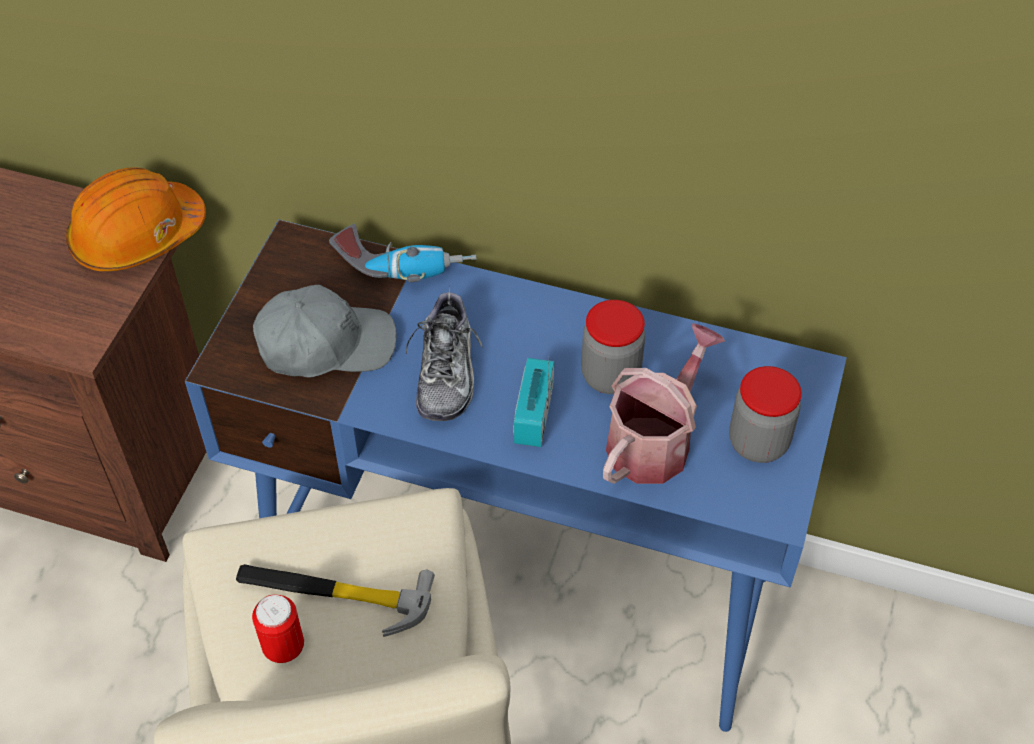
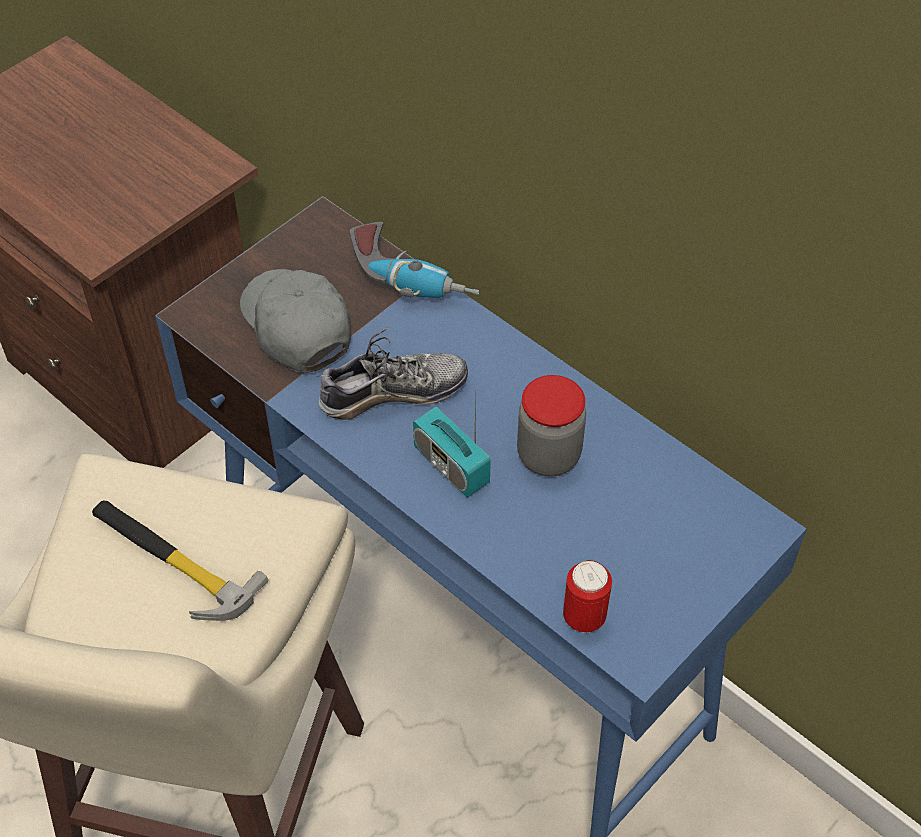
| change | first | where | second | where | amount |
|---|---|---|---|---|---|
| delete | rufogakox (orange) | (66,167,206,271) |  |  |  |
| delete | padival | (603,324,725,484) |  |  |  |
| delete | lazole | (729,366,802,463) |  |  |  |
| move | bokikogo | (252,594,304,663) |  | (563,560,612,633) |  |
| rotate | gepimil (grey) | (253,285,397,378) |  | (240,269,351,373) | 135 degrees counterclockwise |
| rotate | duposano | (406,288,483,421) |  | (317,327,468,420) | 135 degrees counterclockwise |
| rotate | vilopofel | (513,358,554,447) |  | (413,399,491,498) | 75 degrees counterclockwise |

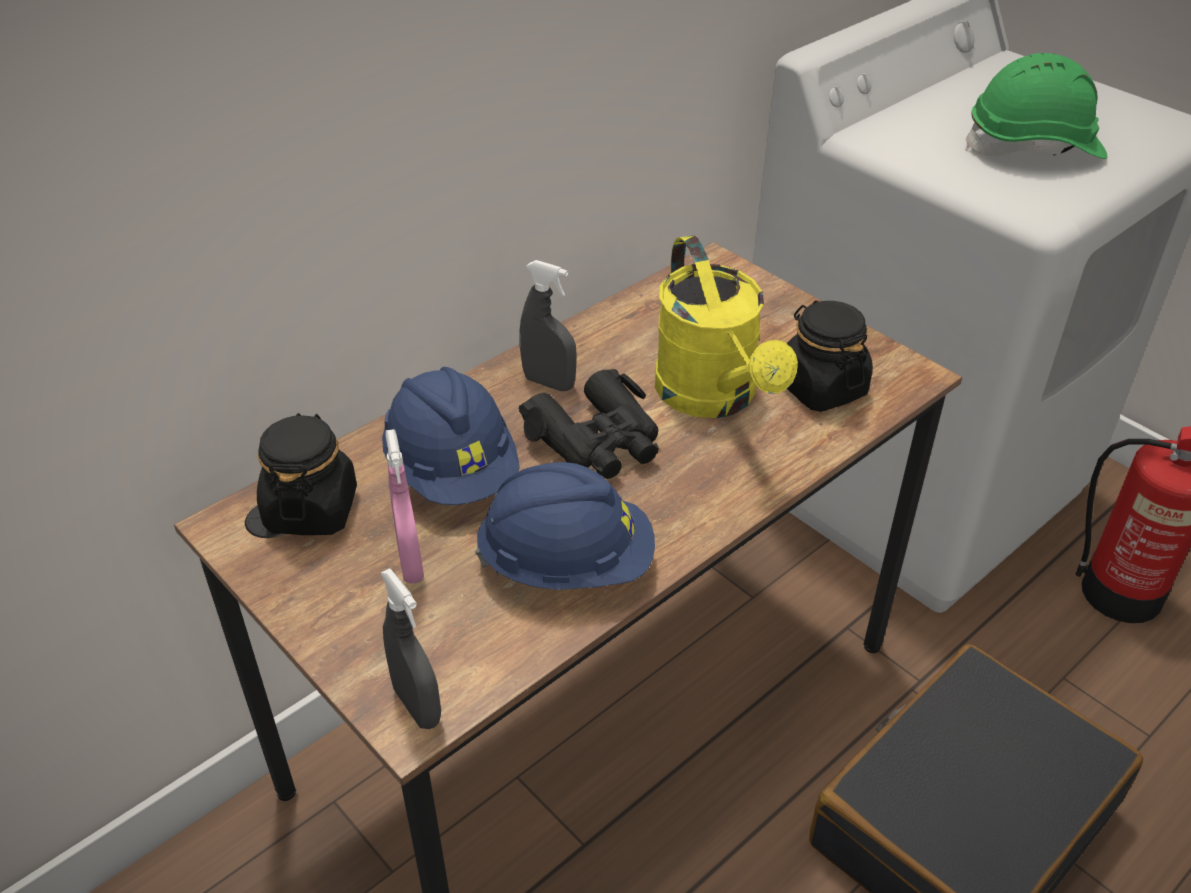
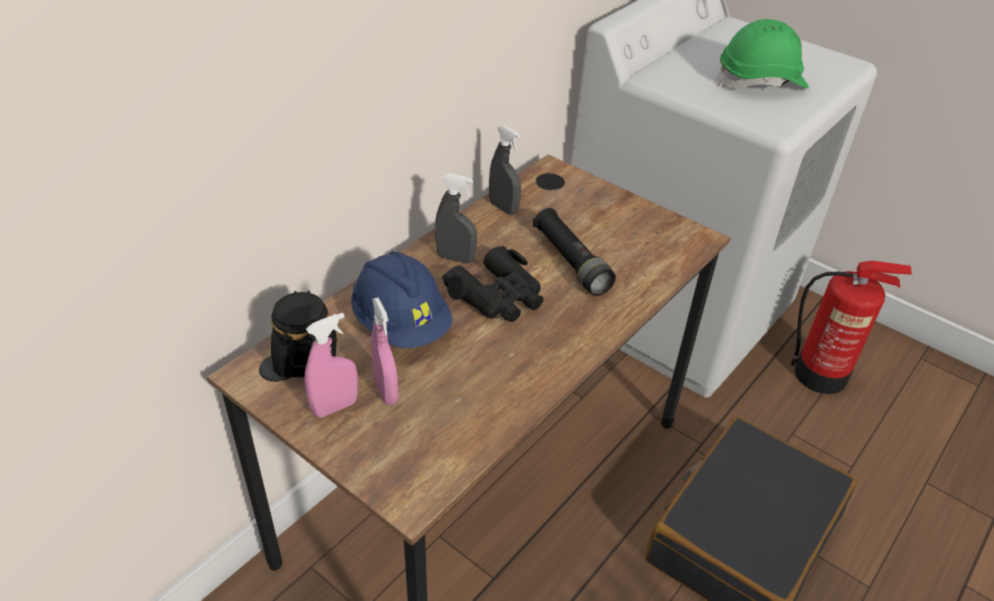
| change | first | where | second | where | amount |
|---|---|---|---|---|---|
| delete | rufogakox (blue) | (475,462,655,590) |  |  |  |
| delete | lazole (black) | (787,300,873,412) |  |  |  |
| insert |  |  | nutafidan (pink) | (304,313,358,418) |  |
| move | nutafidan (grey) | (381,568,441,729) |  | (489,125,521,215) |  |
| replace | padival (yellow) | (655,235,798,418) | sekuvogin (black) | (533,208,616,296) |  |

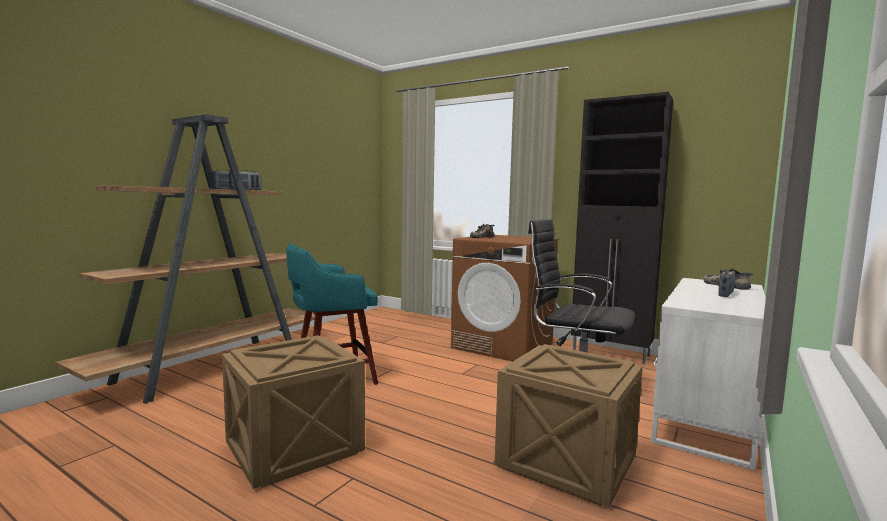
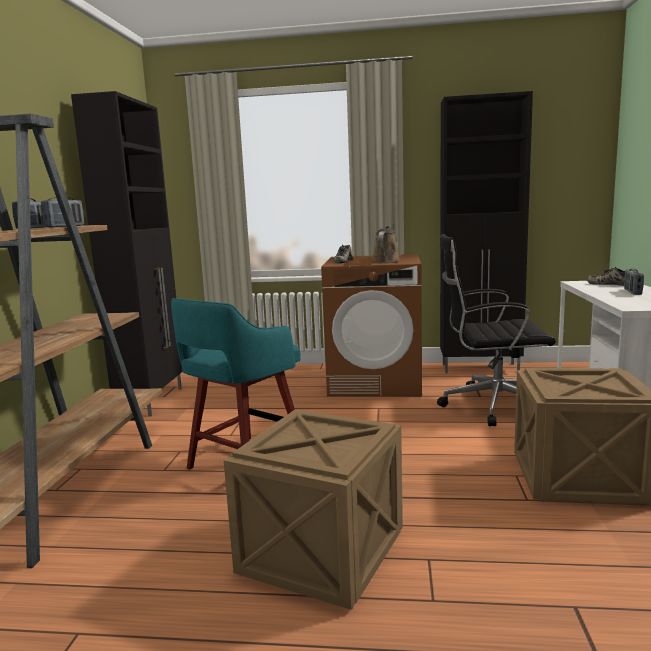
| change | first | where | second | where | amount |
|---|---|---|---|---|---|
| insert |  |  | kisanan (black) | (71,91,183,417) |  |
| insert |  |  | padival (brown) | (371,222,400,263) |  |

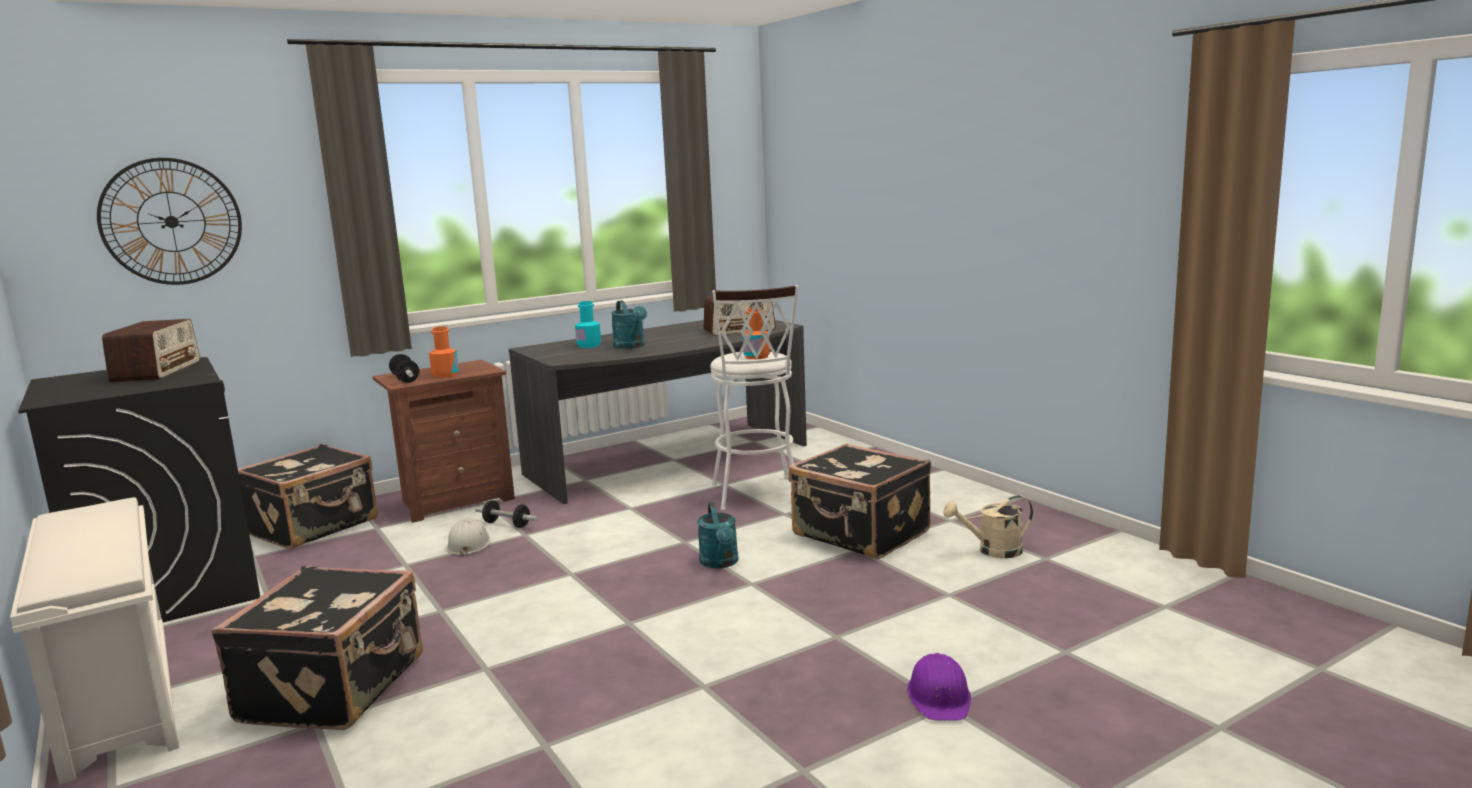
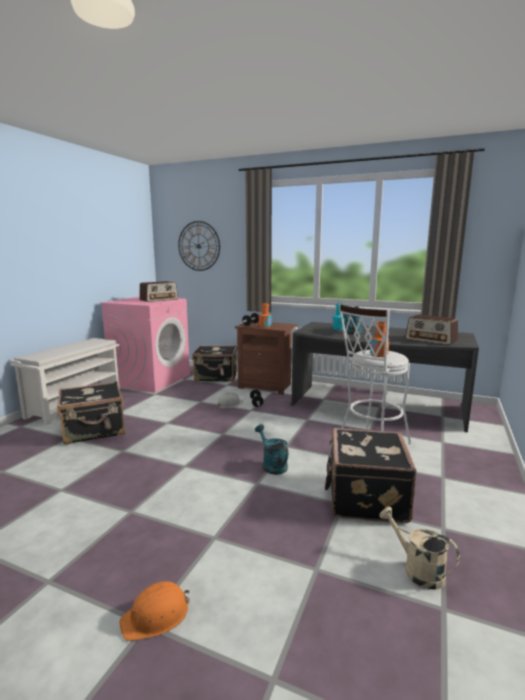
| change | first | where | second | where | amount |
|---|---|---|---|---|---|
| recolor | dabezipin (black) | (18,357,260,622) | dabezipin (pink) | (100,297,190,393) |  |
| recolor | rufogakox (purple) | (907,653,971,721) | rufogakox (orange) | (119,581,190,641) |  |
| rotate | padival (turquoise) | (697,502,739,568) |  | (255,424,288,475) | 105 degrees clockwise |

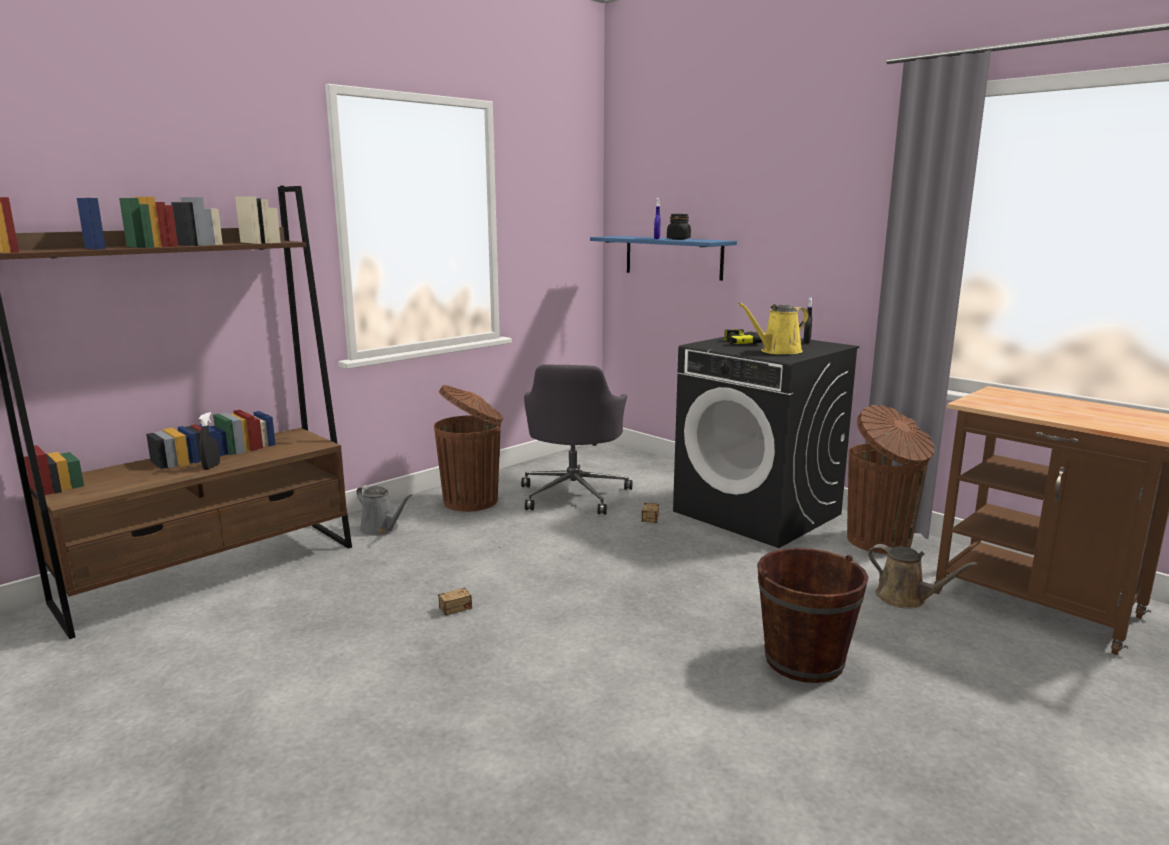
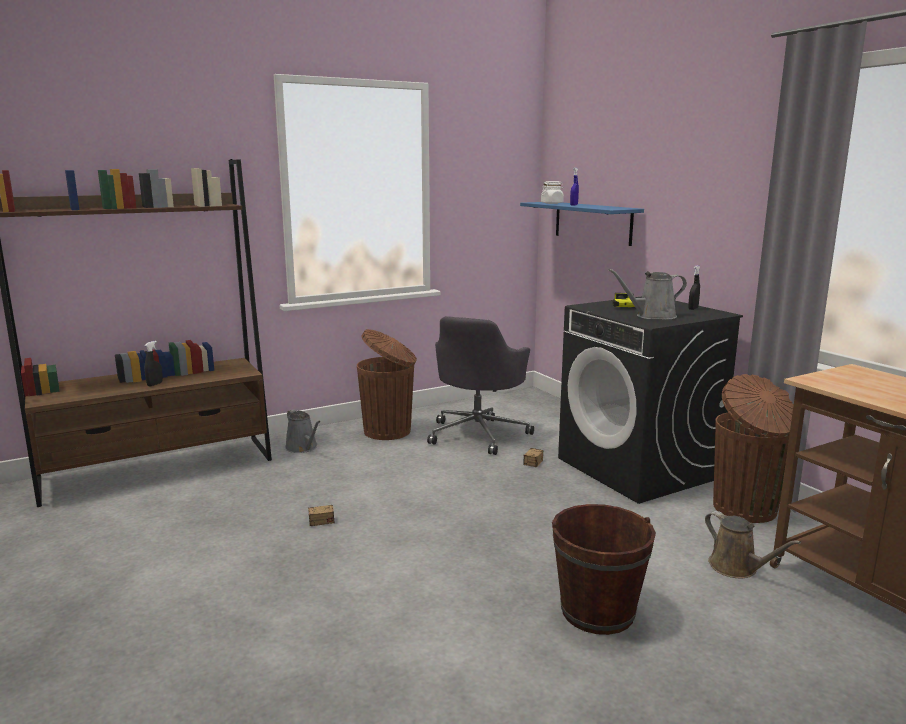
| change | first | where | second | where | amount |
|---|---|---|---|---|---|
| delete | lazole (black) | (667,214,691,240) |  |  |  |
| insert |  |  | lazole (white) | (541,181,564,204) |  |
| recolor | padival (yellow) | (738,303,809,354) | padival (grey) | (608,269,687,320) |  |

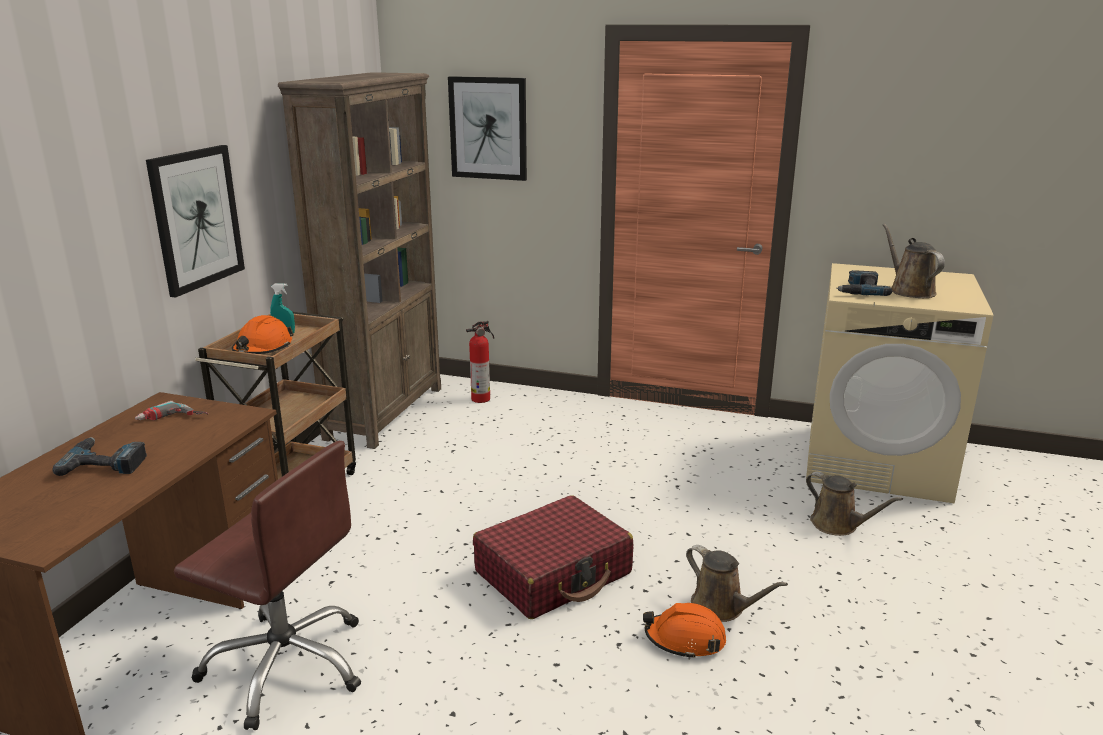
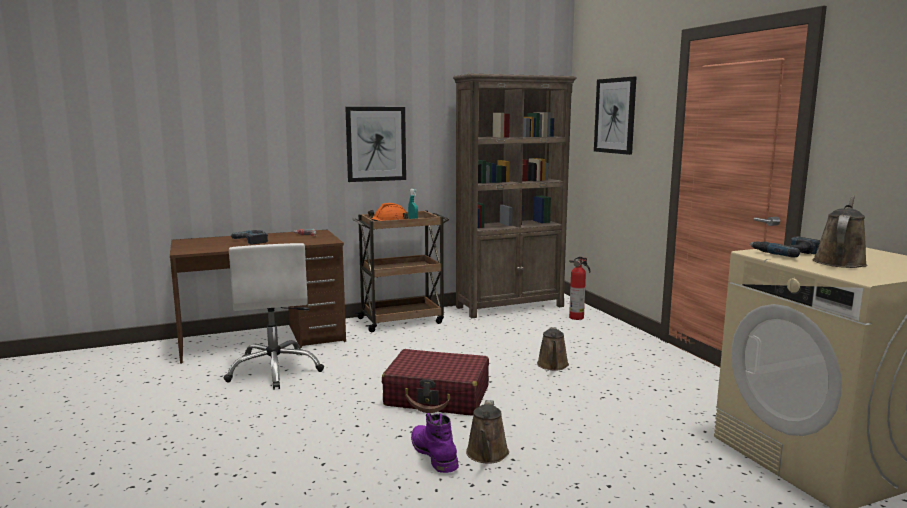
| change | first | where | second | where | amount |
|---|---|---|---|---|---|
| move | padival (brown) | (806,472,903,536) |  | (537,327,569,371) |  |
| replace | rufogakox (orange) | (643,603,726,659) | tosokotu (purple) | (411,413,459,473) |  |
| recolor | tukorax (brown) | (174,441,361,730) | tukorax (white) | (224,243,324,390) |  |

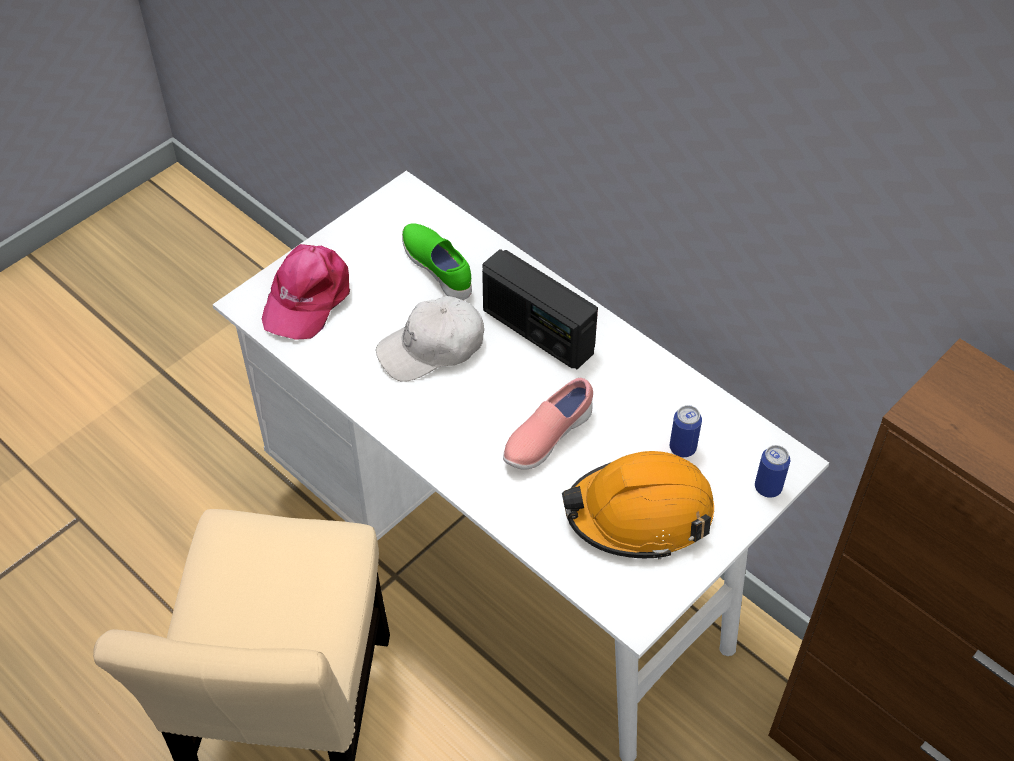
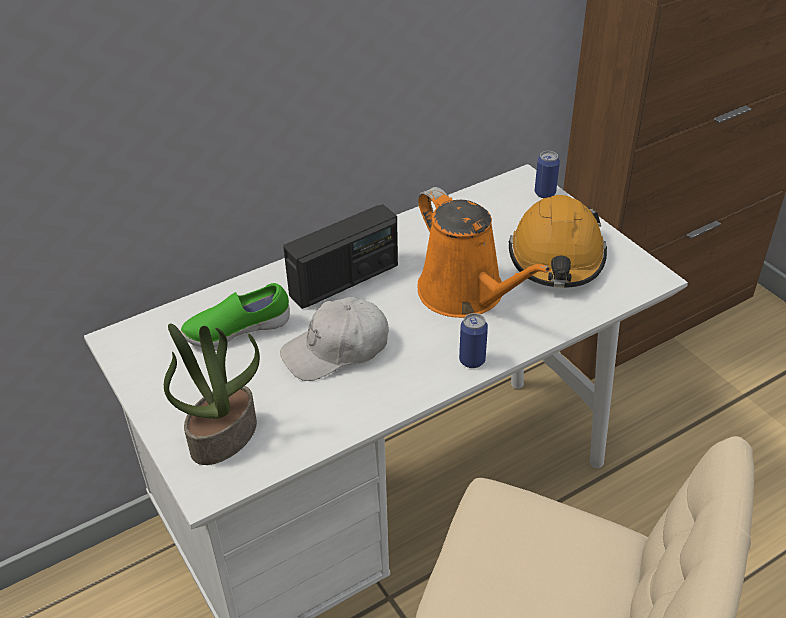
| change | first | where | second | where | amount |
|---|---|---|---|---|---|
| move | bokikogo | (670,405,702,457) |  | (459,313,488,368) |  |
| replace | gepimil (pink) | (262,244,350,340) | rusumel | (164,324,260,465) |  |
| replace | duposano (pink) | (503,378,593,470) | padival (orange) | (417,187,551,318) |  |
| rotate | gepimil (white) | (376,296,484,382) |  | (280,297,389,381) | 75 degrees clockwise |

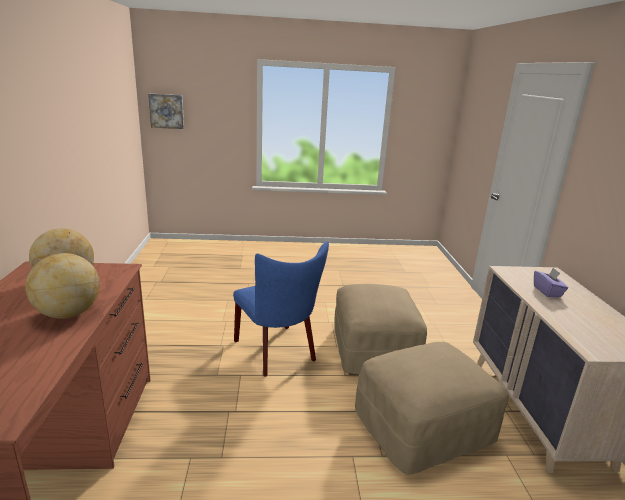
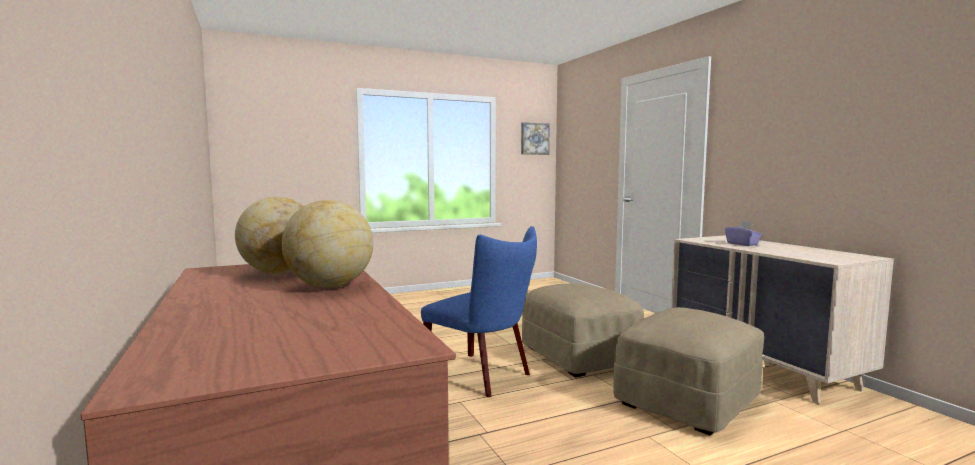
| change | first | where | second | where | amount |
|---|---|---|---|---|---|
| move | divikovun | (148,94,184,129) |  | (521,122,550,155) |  |

